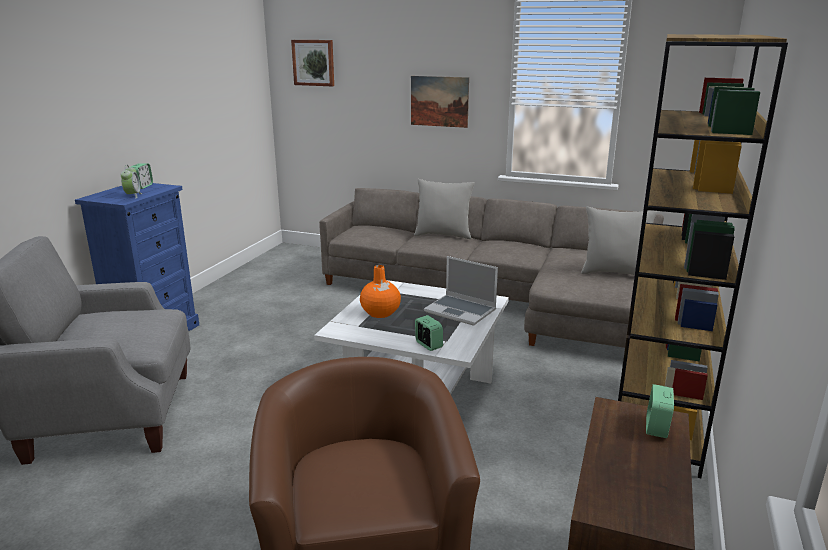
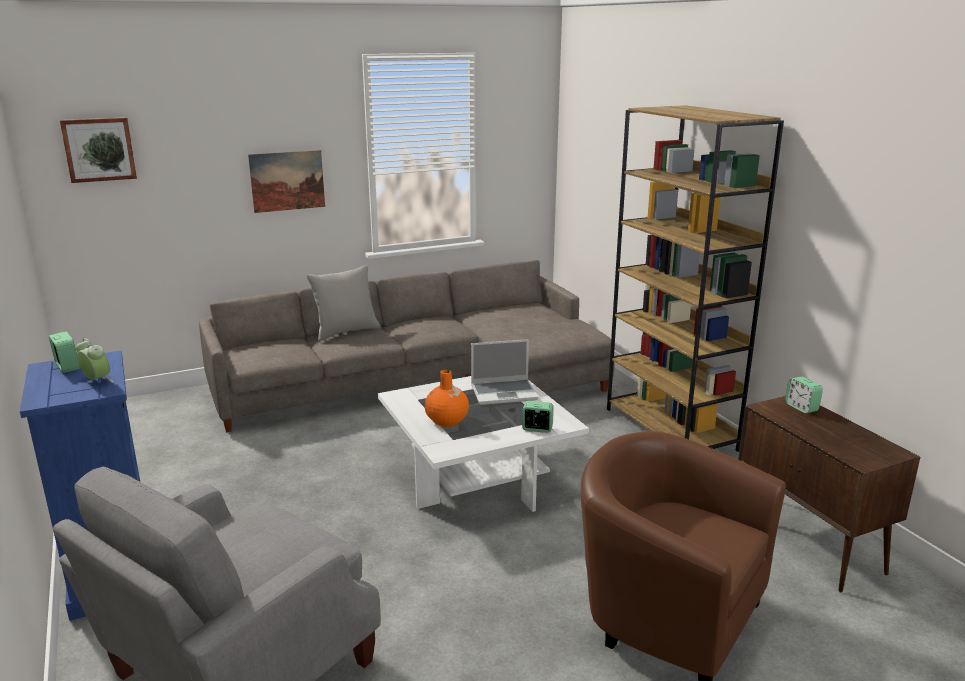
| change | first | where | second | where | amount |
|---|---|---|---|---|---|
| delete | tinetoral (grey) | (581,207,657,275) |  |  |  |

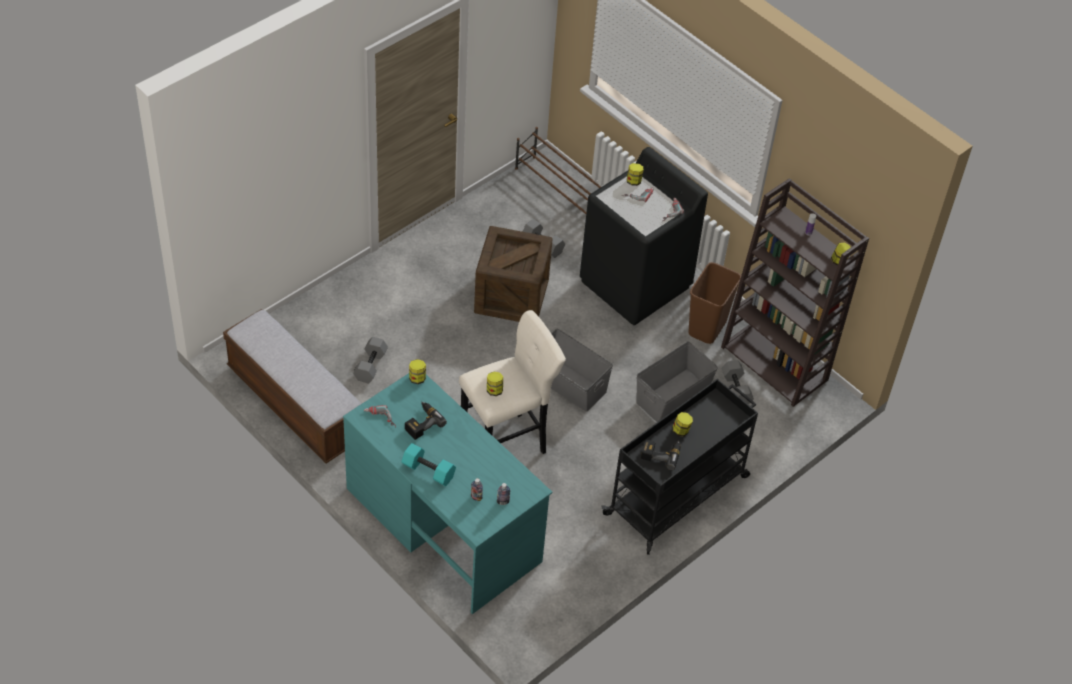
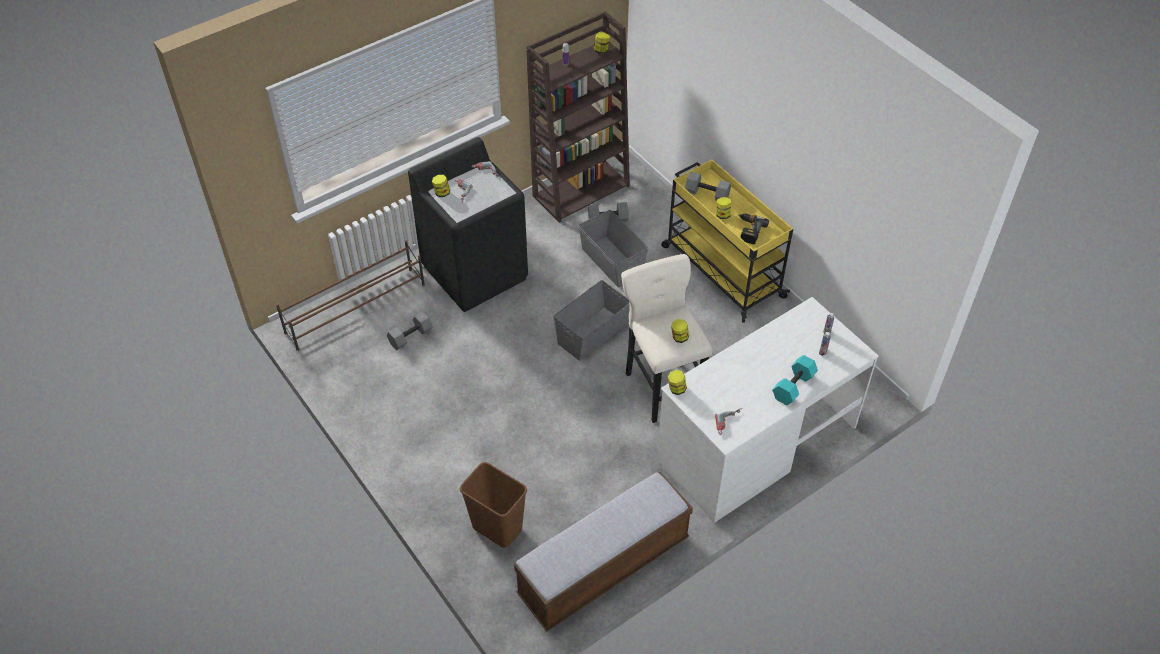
| change | first | where | second | where | amount |
|---|---|---|---|---|---|
| delete | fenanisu | (405,401,447,440) |  |  |  |
| delete | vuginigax | (474,226,553,322) |  |  |  |
| move | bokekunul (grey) | (353,337,388,383) |  | (685,172,731,201) |  |
| move | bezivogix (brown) | (688,262,741,344) |  | (460,462,527,548) |  |
| recolor | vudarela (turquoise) | (343,373,552,614) | vudarela (white) | (656,297,879,523) |  |
| recolor | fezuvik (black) | (602,379,758,555) | fezuvik (yellow) | (661,159,793,323) |  |

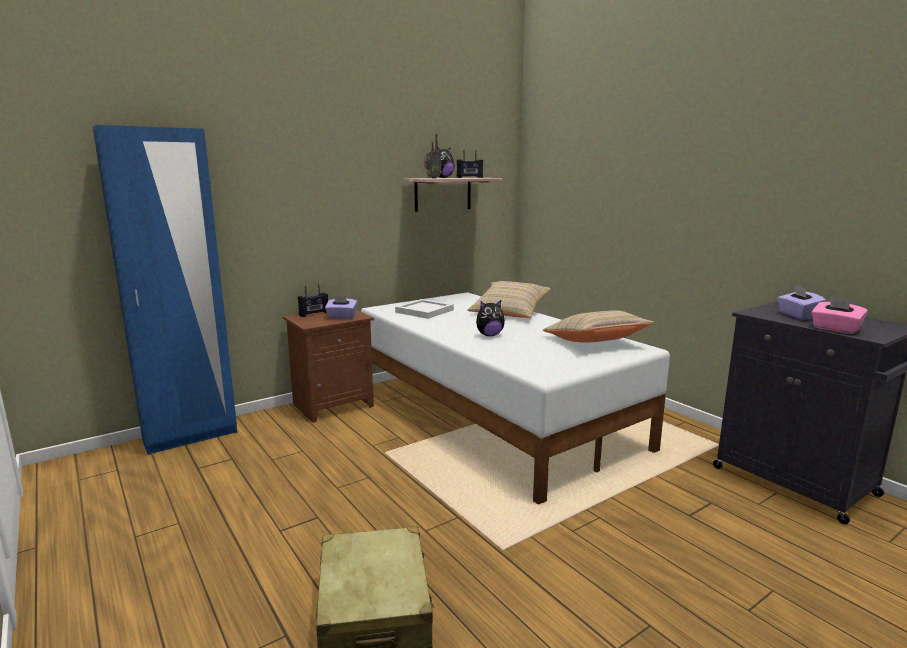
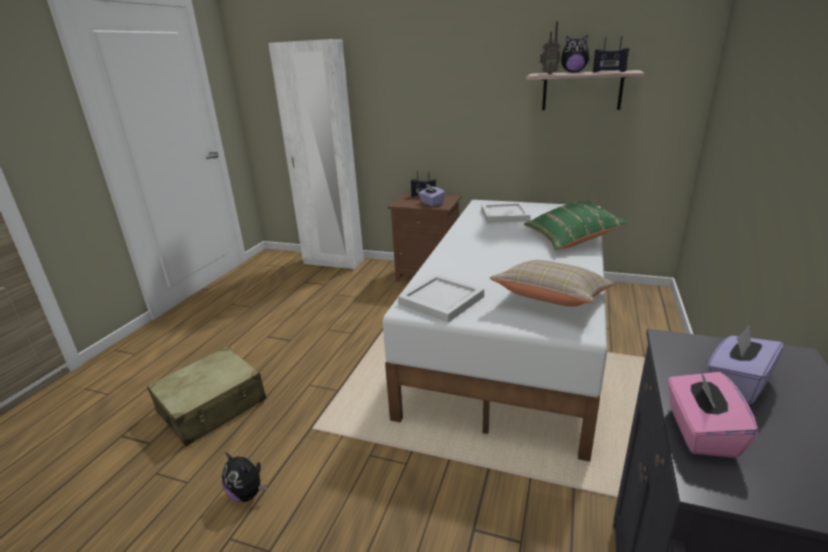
| change | first | where | second | where | amount |
|---|---|---|---|---|---|
| insert |  |  | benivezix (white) | (398,274,484,323) |  |
| move | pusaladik | (476,300,505,336) |  | (222,452,267,502) |  |
| recolor | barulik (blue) | (93,125,237,455) | barulik (white) | (268,39,364,270) |  |
| recolor | tinetoral (beige) | (467,281,550,318) | tinetoral (green) | (524,201,627,250) |  |

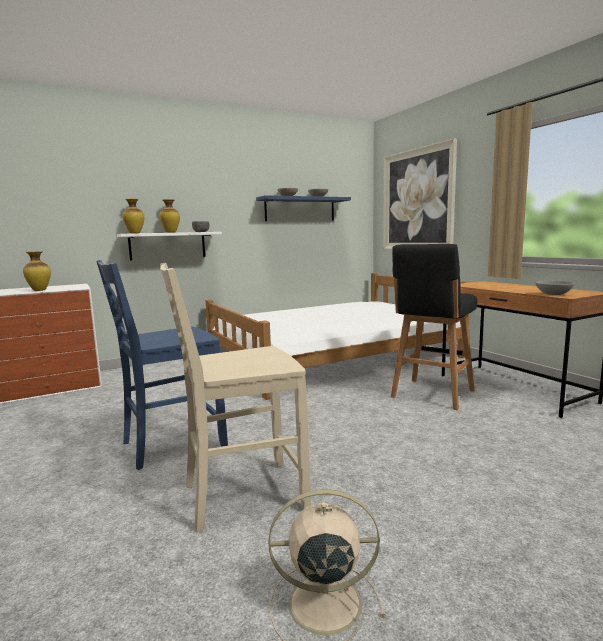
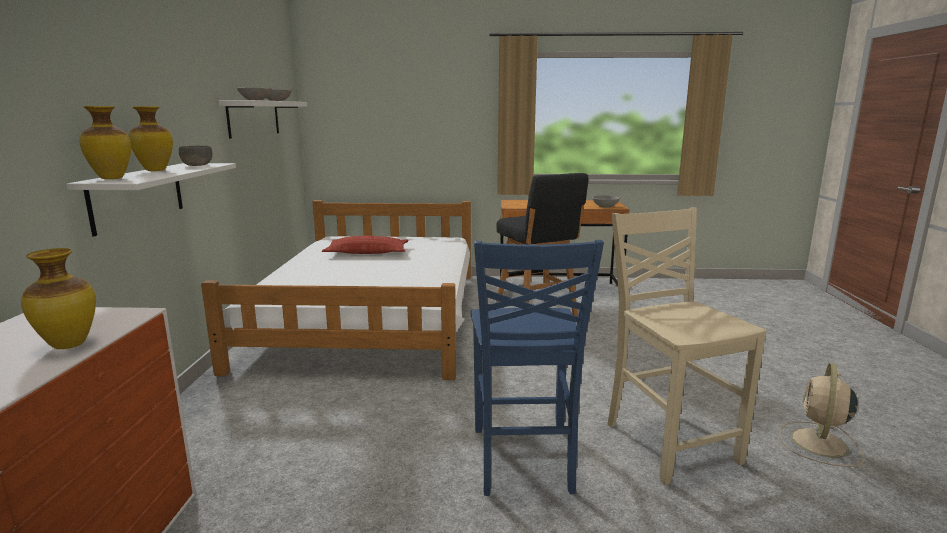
| change | first | where | second | where | amount |
|---|---|---|---|---|---|
| delete | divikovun | (383,138,457,249) |  |  |  |
| insert |  |  | tinetoral | (322,236,408,254) |  |
| recolor | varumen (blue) | (256,195,351,221) | varumen (white) | (218,100,307,139) |  |
| rotate | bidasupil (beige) | (160,263,311,533) |  | (608,208,766,485) | 150 degrees clockwise |

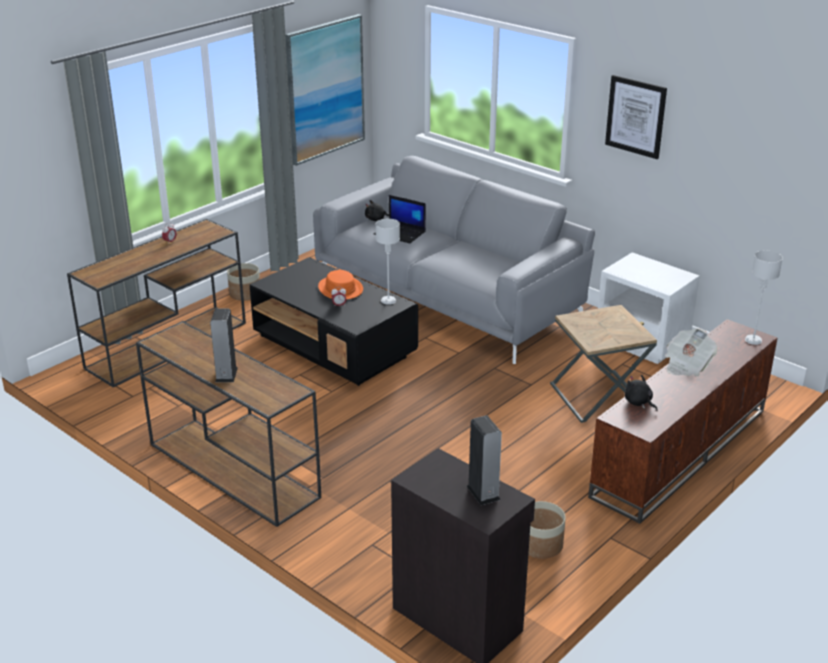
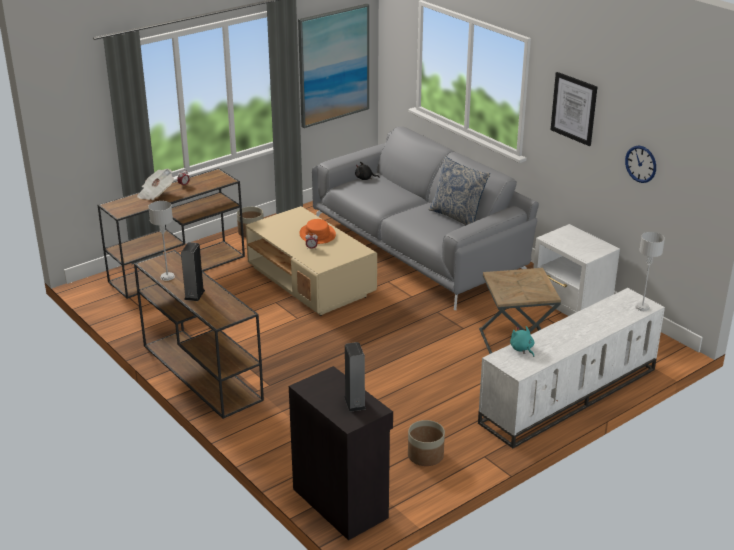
| change | first | where | second | where | amount |
|---|---|---|---|---|---|
| delete | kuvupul | (374,195,426,243) |  |  |  |
| insert |  |  | tinetoral | (429,156,490,225) |  |
| insert |  |  | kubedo | (625,145,656,183) |  |
| move | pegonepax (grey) | (376,219,400,305) |  | (148,201,175,281) |  |
| move | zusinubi | (665,328,718,376) |  | (137,169,174,200) |  |
| recolor | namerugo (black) | (250,257,418,386) | namerugo (beige) | (246,206,377,316) |  |
| recolor | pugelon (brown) | (588,319,778,524) | pugelon (white) | (478,288,665,448) |  |
| recolor | pusaladik (black) | (624,375,658,411) | pusaladik (turquoise) | (510,326,534,357) |  |

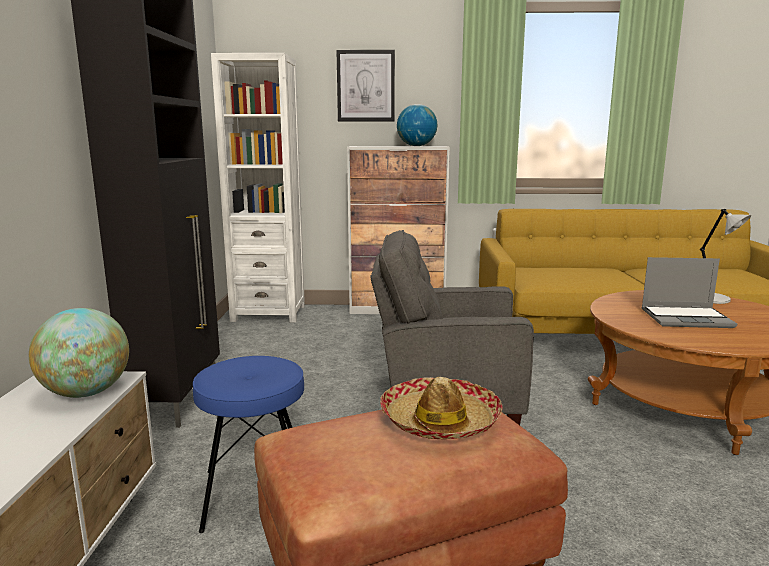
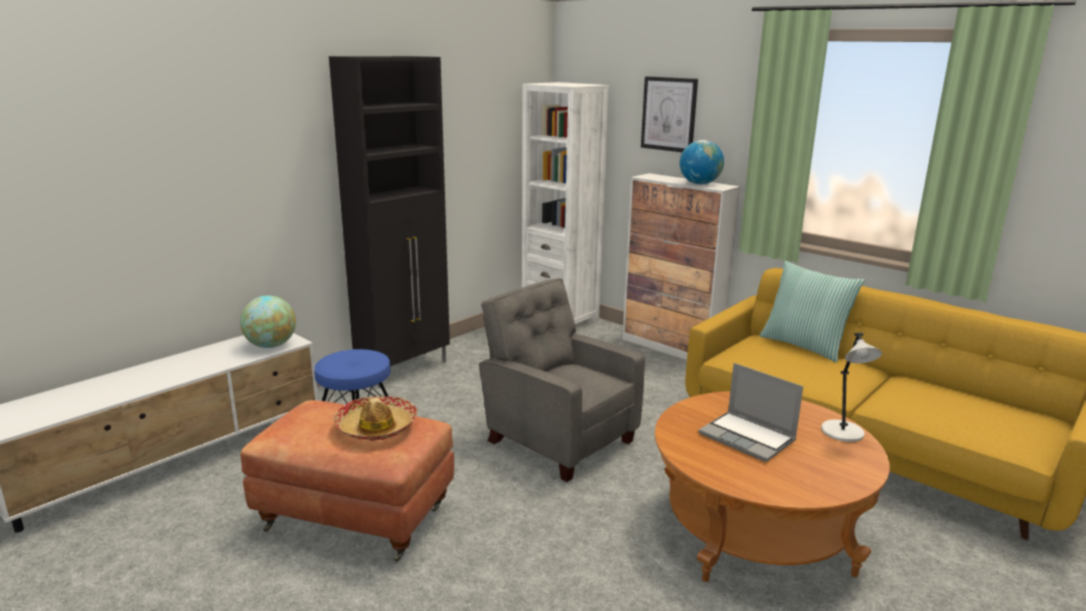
| change | first | where | second | where | amount |
|---|---|---|---|---|---|
| insert |  |  | tinetoral | (760,261,865,363) |  |

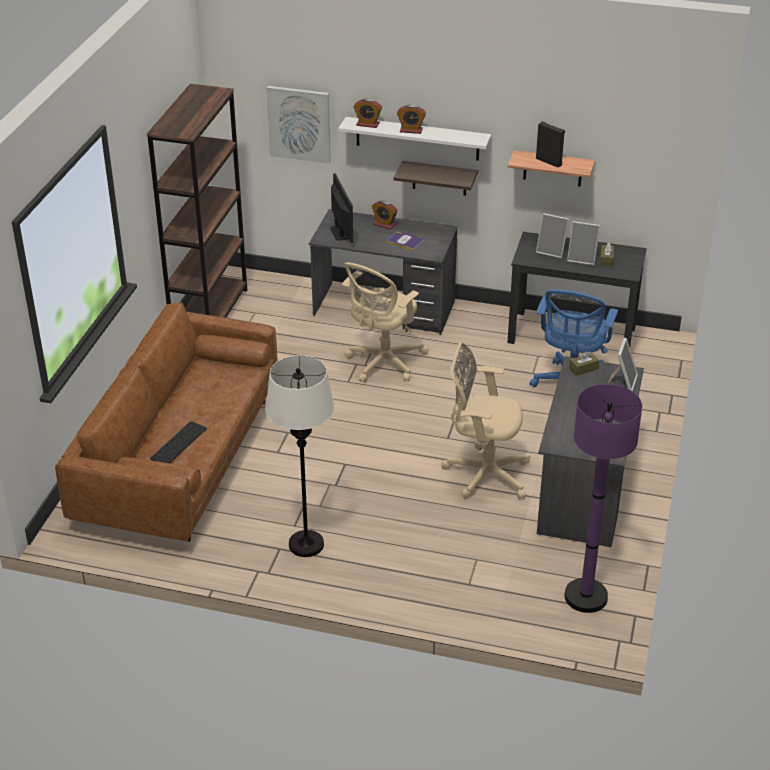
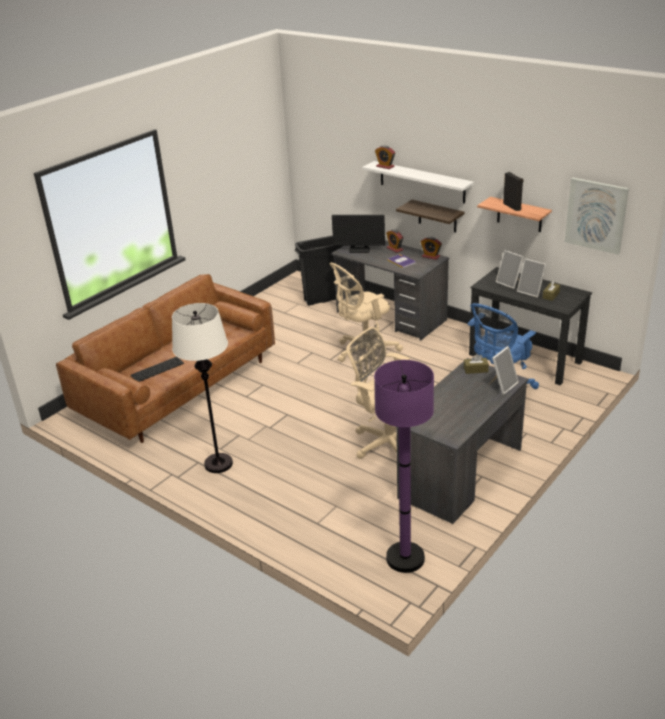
| change | first | where | second | where | amount |
|---|---|---|---|---|---|
| delete | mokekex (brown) | (147,84,247,318) |  |  |  |
| insert |  |  | bezivogix (black) | (295,235,343,306) |  |
| move | divikovun | (266,86,331,164) |  | (565,178,629,255) |  |
| move | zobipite | (397,104,426,134) |  | (421,237,442,260) |  |
| rotate | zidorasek | (330,173,353,243) |  | (332,215,385,253) | 90 degrees clockwise |

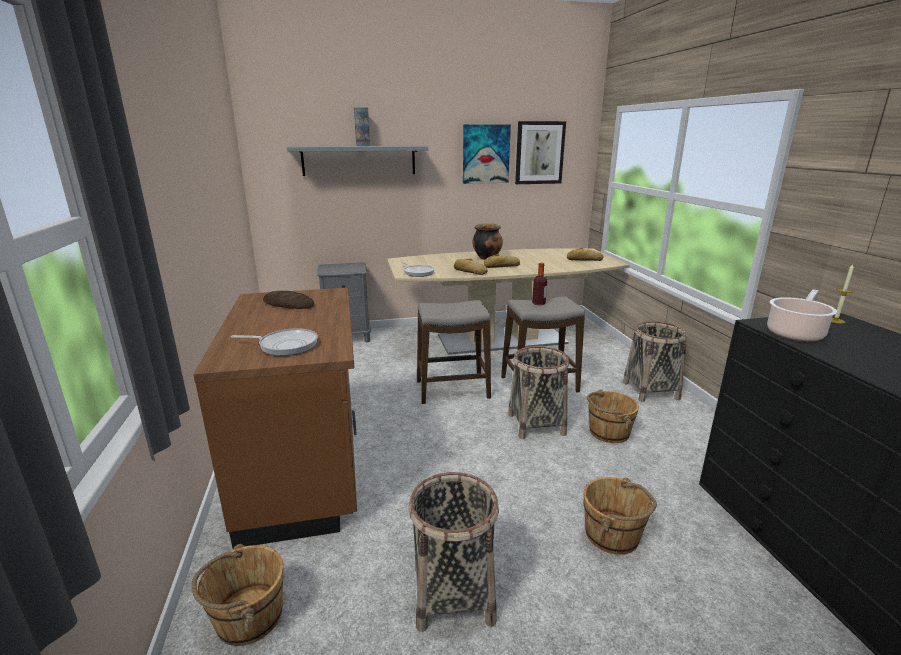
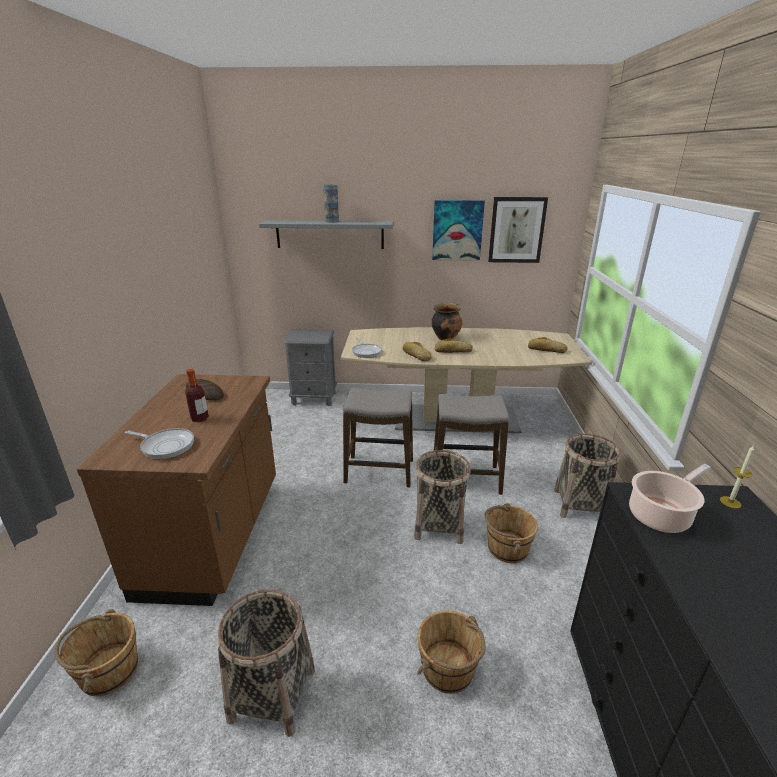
| change | first | where | second | where | amount |
|---|---|---|---|---|---|
| move | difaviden | (532,263,547,305) |  | (185,369,209,422) |  |

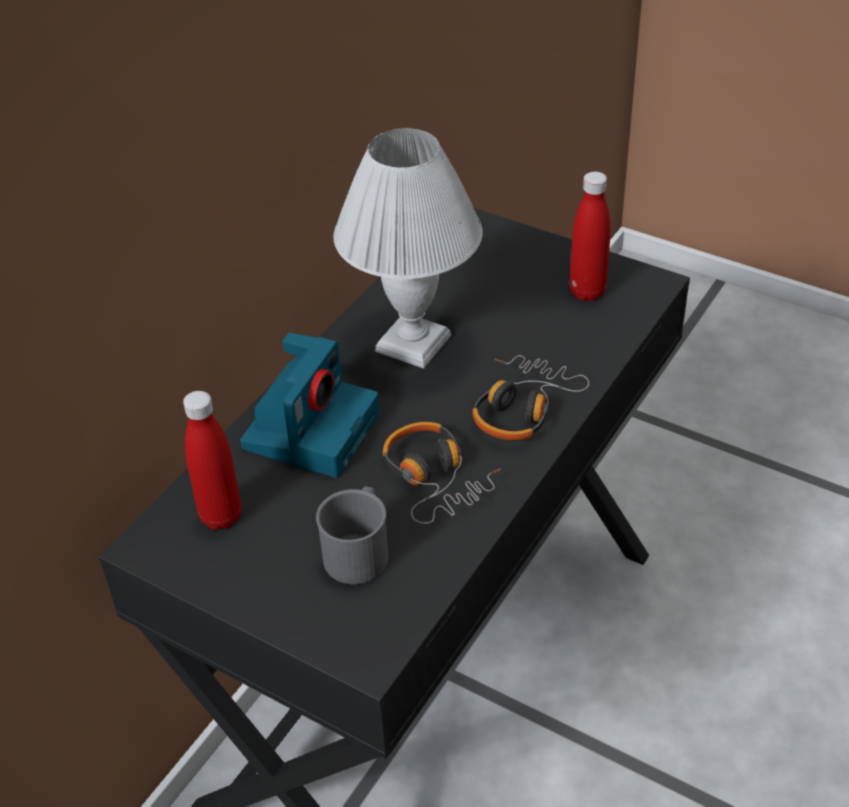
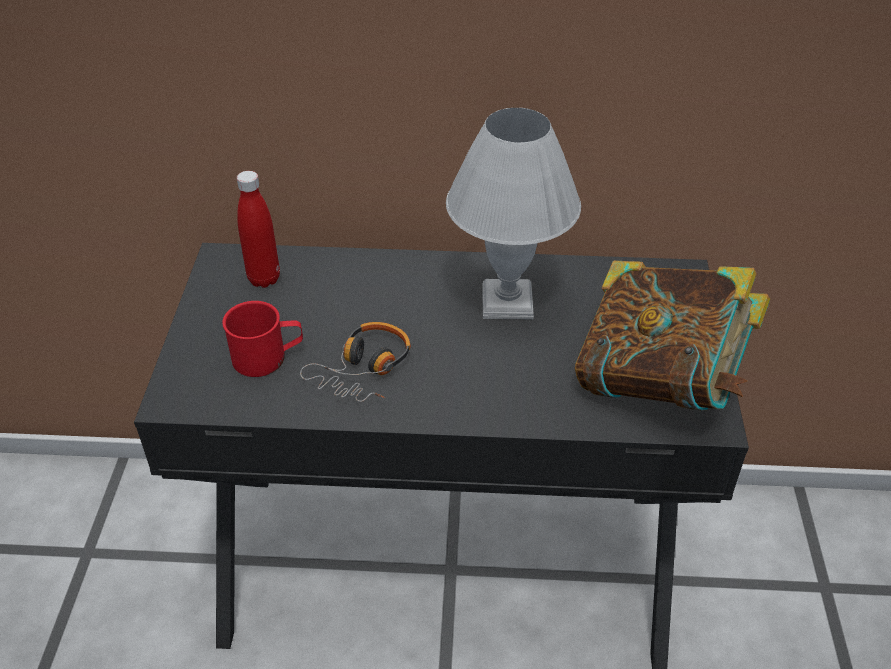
| change | first | where | second | where | amount |
|---|---|---|---|---|---|
| delete | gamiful | (240,332,379,478) |  |  |  |
| delete | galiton | (472,355,589,440) |  |  |  |
| replace | difaviden (red) | (570,172,611,301) | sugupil | (575,261,770,411) |  |
| recolor | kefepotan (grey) | (316,486,388,584) | kefepotan (red) | (222,301,303,377) |  |

